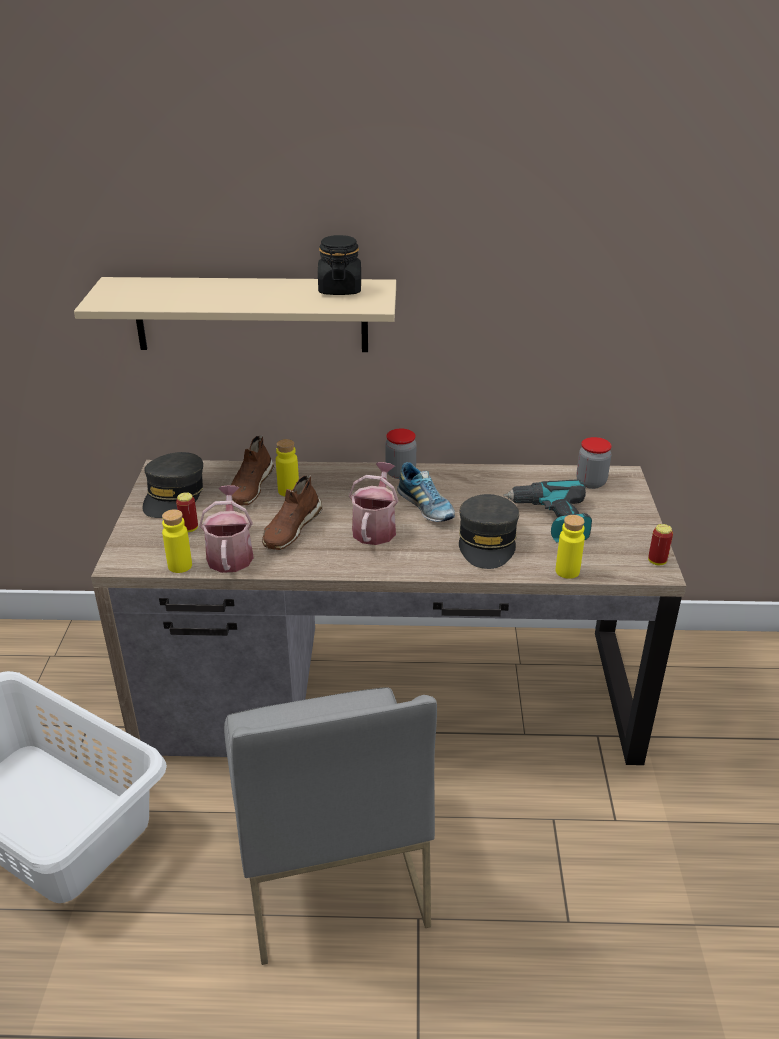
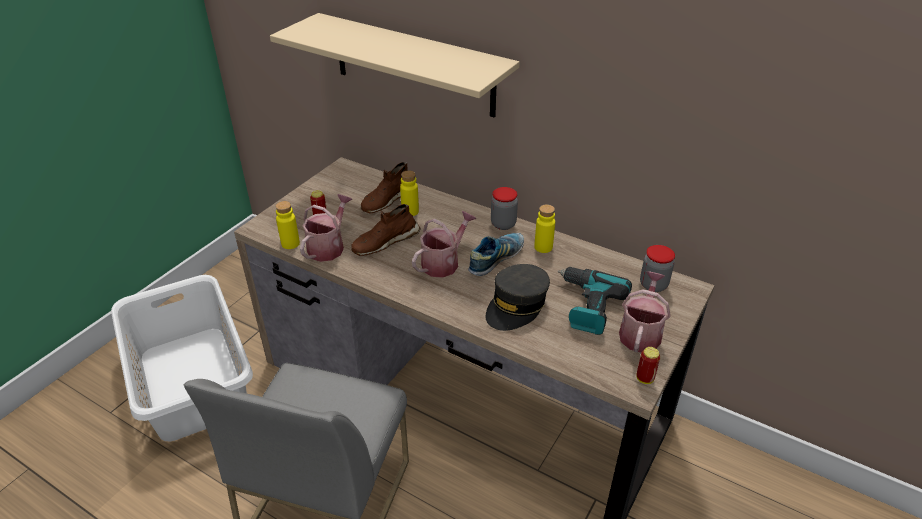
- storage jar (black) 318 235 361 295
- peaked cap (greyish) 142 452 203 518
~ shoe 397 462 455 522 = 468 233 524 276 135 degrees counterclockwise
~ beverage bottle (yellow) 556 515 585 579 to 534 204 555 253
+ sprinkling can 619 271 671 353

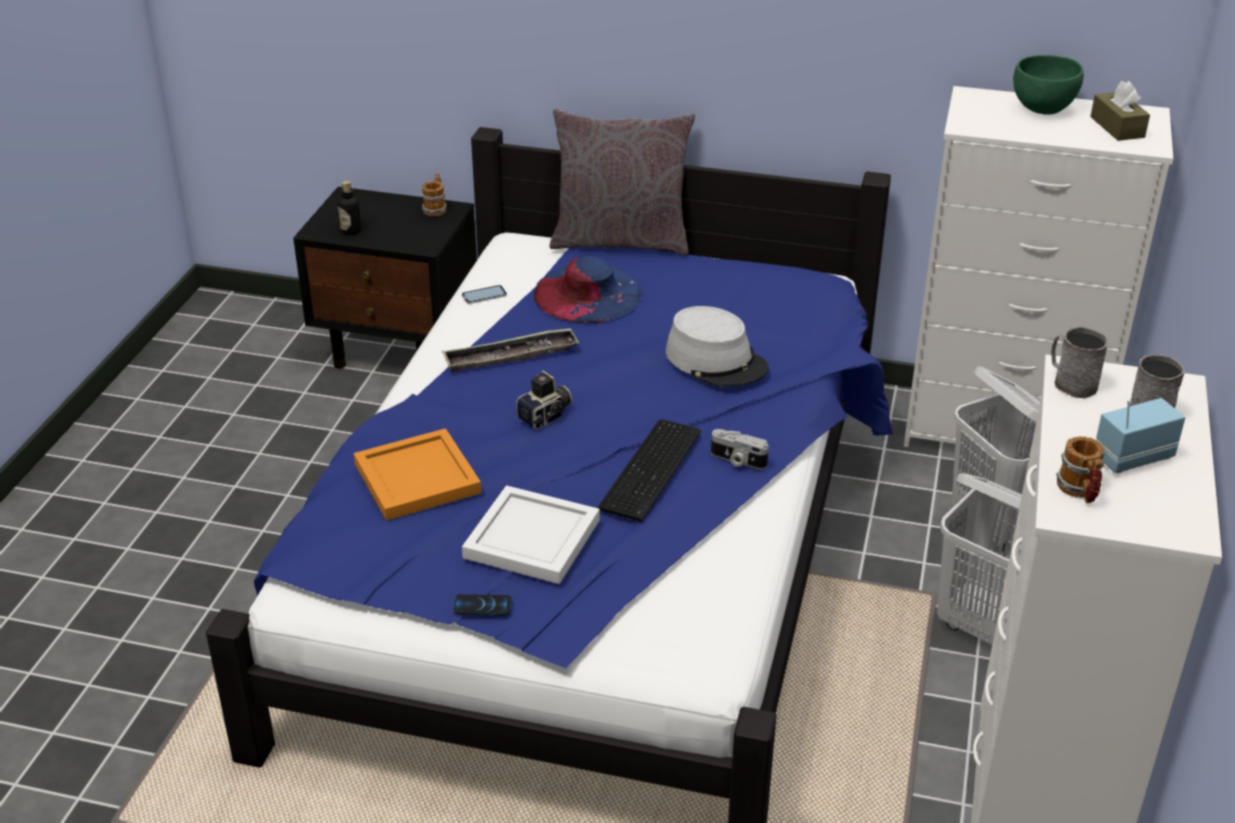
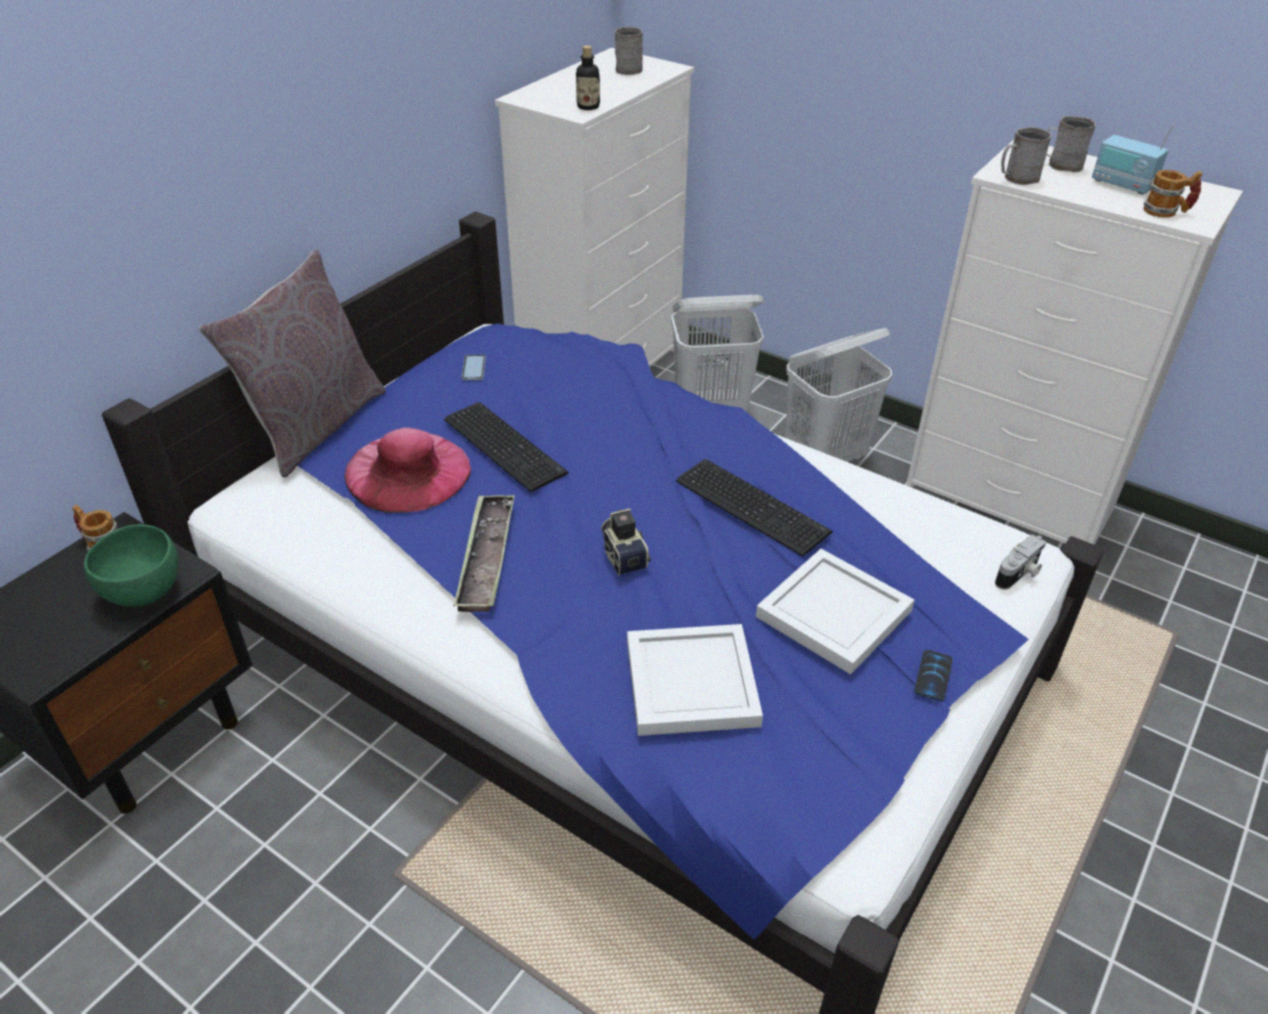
~ serving bowl (greenish) 1013 55 1084 115 to 84 524 178 607
~ tissue box (brown) 1090 81 1150 141 to mug (greyish) 615 27 643 75
~ beverage bottle 338 181 361 235 to 576 46 600 110
~ hat (blue-coloured) 534 256 641 323 to hat (pink-coloured) 344 428 471 513
~ telephone 462 285 507 304 to 462 355 486 380
- hat (greyish) 666 306 769 387
~ radio receiver 1096 398 1185 473 = 1092 124 1175 195 45 degrees counterclockwise
~ carrying tray (orange) 354 428 482 521 to carrying tray (white-coloured) 627 624 763 736
~ photo camera 711 429 769 469 to 995 535 1046 590
+ keyboard 444 402 569 492

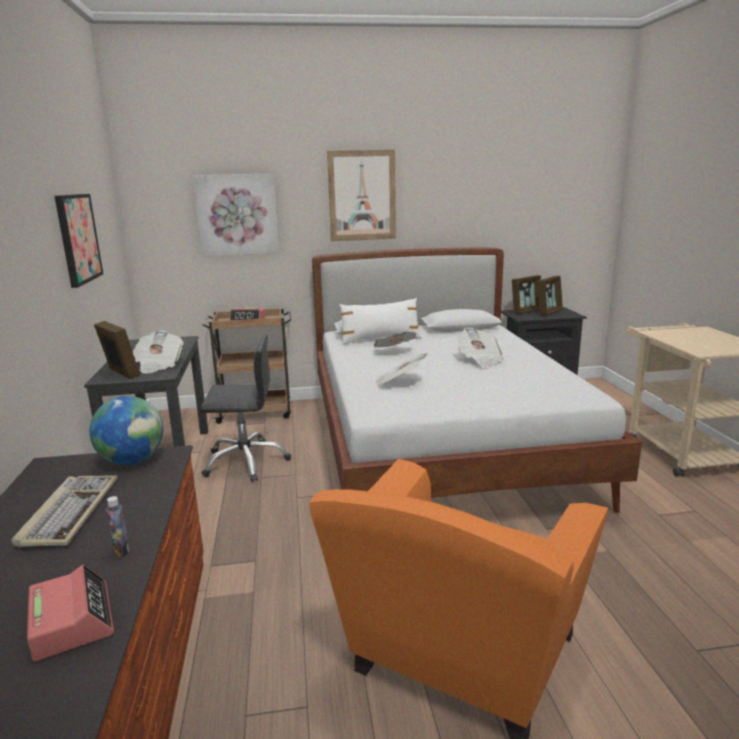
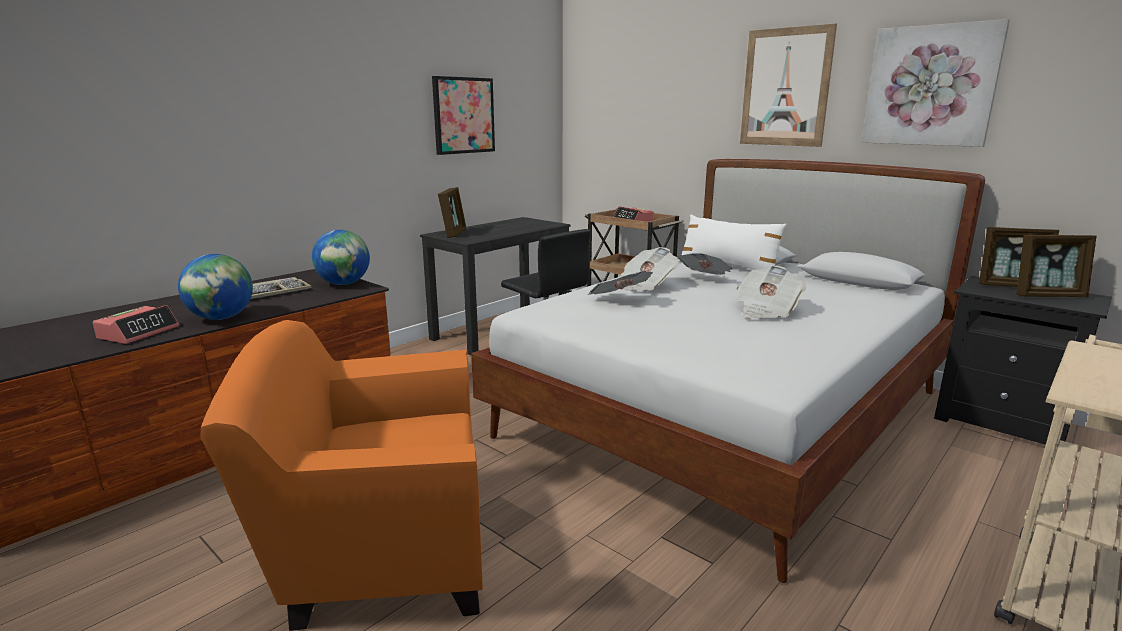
~ wall picture 193 173 279 256 to 861 19 1010 147
~ newspaper 132 331 184 374 to 620 247 679 291
~ beverage bottle 106 496 129 558 to world globe 178 254 253 320

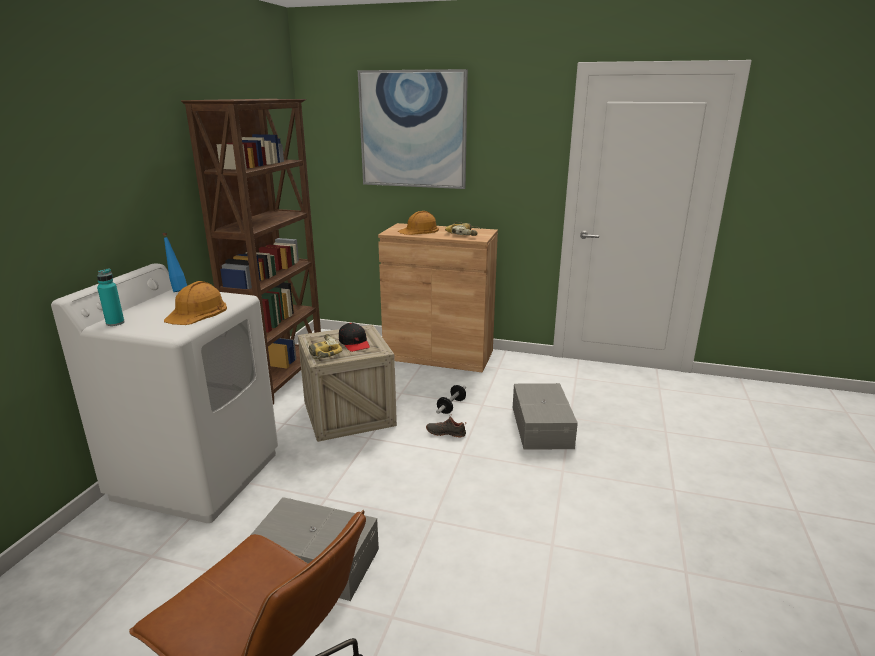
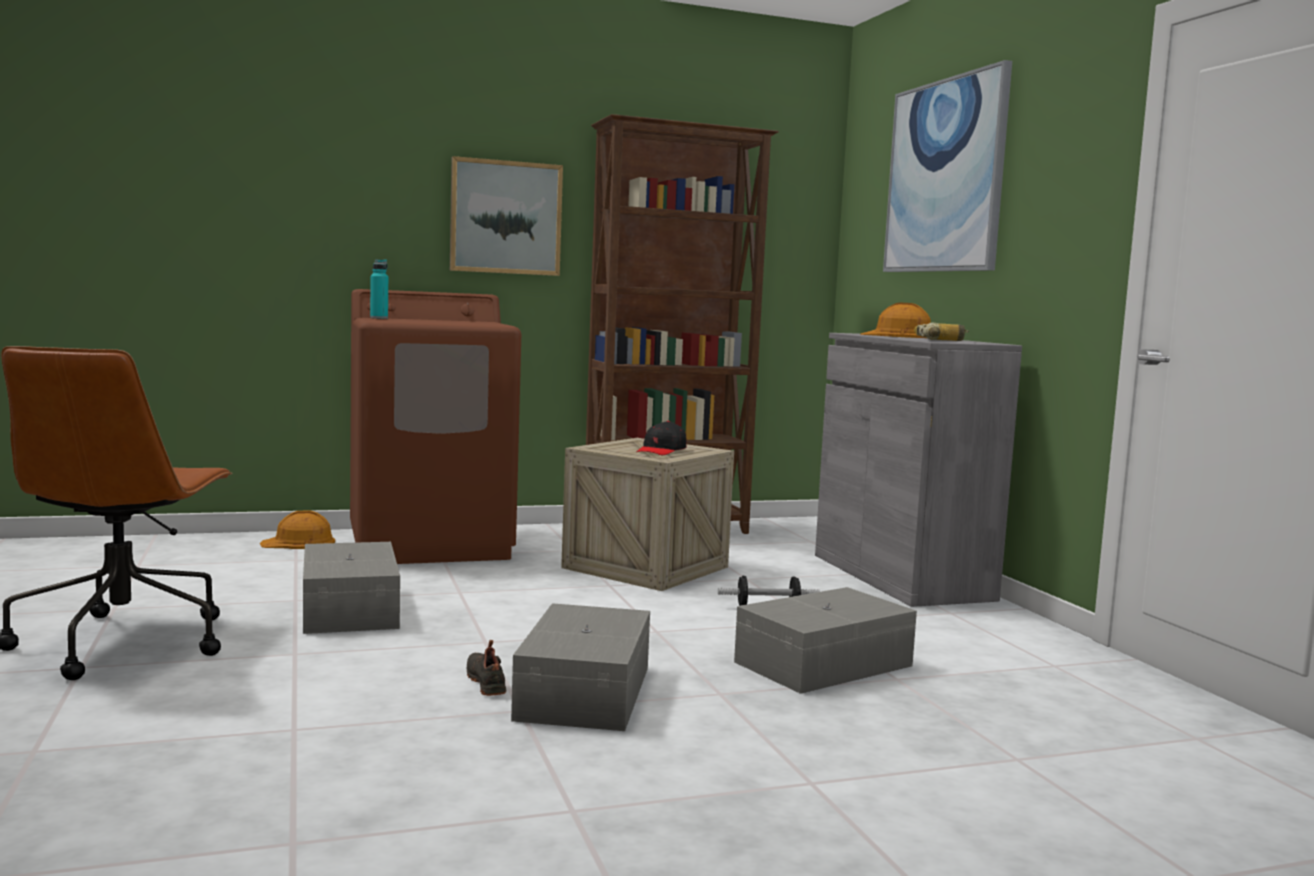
~ storage cabinet (brown) 378 223 498 373 to storage cabinet (greyish) 815 333 1022 607
- beverage bottle (blue-coloured) 162 233 187 292
~ laundry machine (white-coloured) 51 263 278 523 to laundry machine (brown) 350 289 521 564
~ work helmet (orange) 164 281 227 325 to 260 511 335 549
- drill 307 334 342 359
~ shoe (black) 426 414 466 438 to 467 640 506 696
+ wall picture 450 156 563 276
+ storage container (greyish) 511 603 650 731

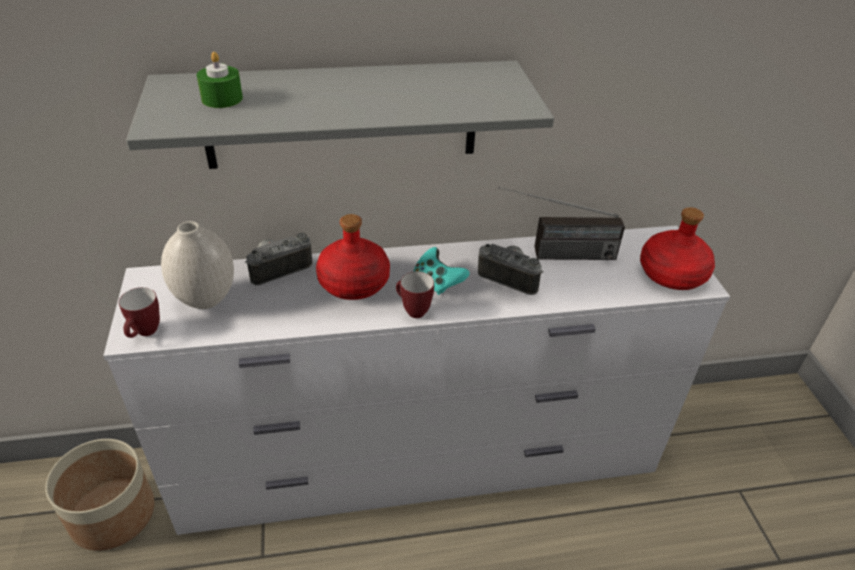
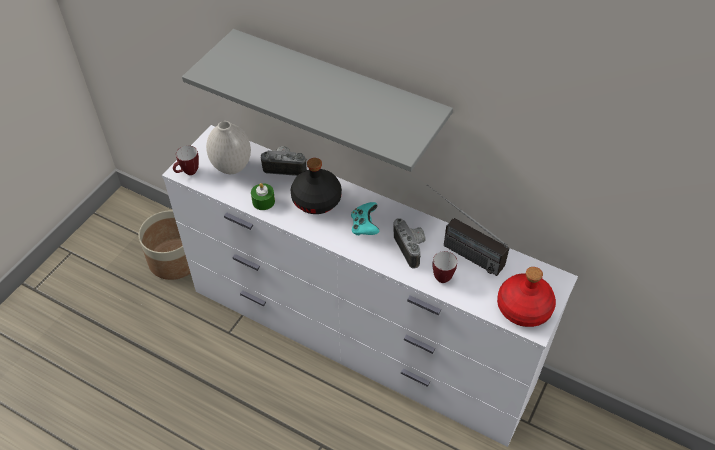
~ wax candle (greenish) 197 52 243 108 to 251 183 275 210
~ beverage bottle (red-coloured) 316 214 390 300 to beverage bottle (black) 291 158 342 214
~ mug 396 271 434 318 to 432 251 457 283

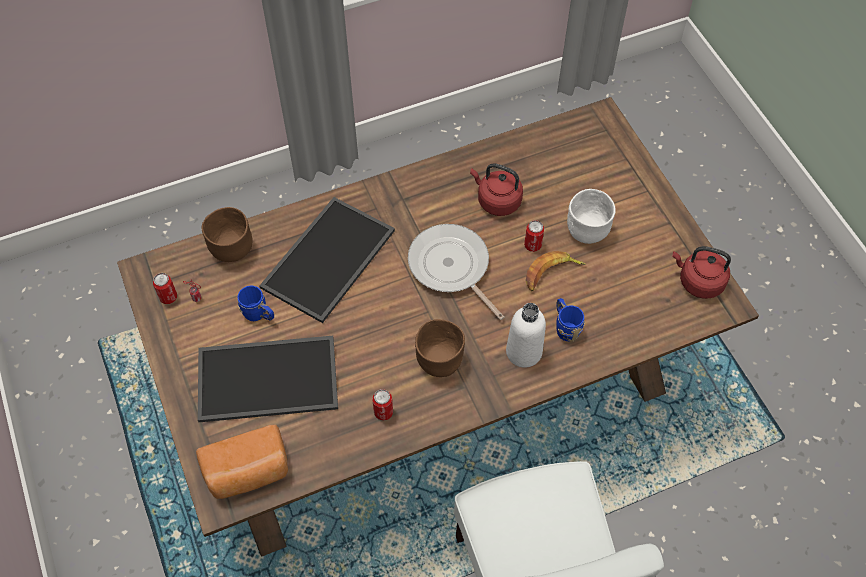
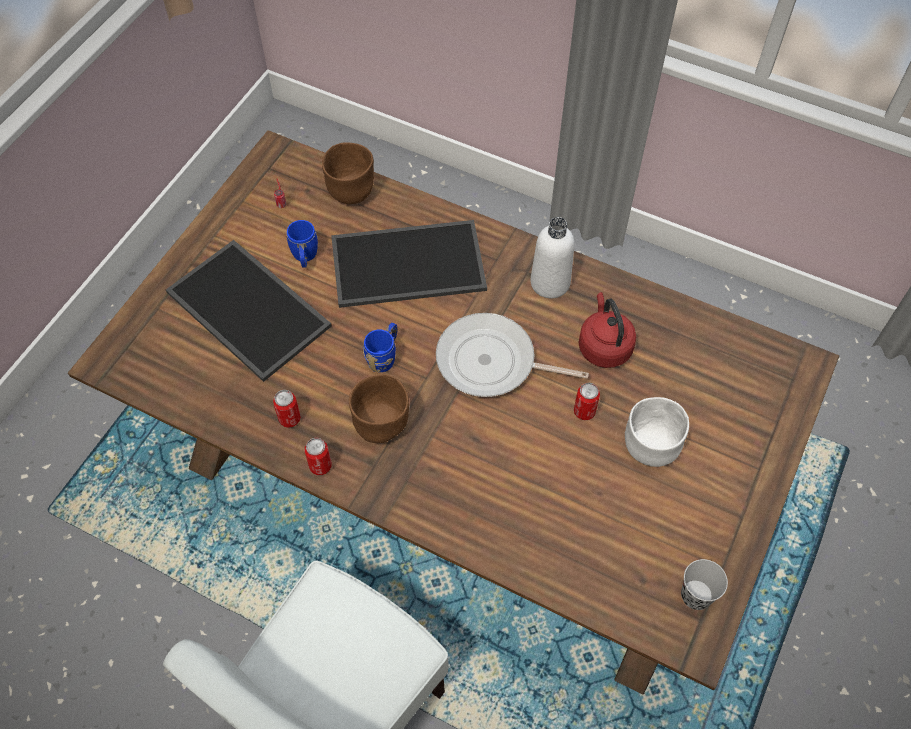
~ skillet 408 224 504 320 = 436 313 589 397 90 degrees counterclockwise
~ kettle (red-coloured) 673 246 731 299 to cup (black) 681 559 728 610
- banana fruit 526 251 586 291
~ can 153 273 177 304 to 305 438 332 475
~ mug (blue-coloured) 556 298 585 341 to 363 323 397 372
~ beverage bottle (white-coloured) 506 303 546 368 to 531 217 574 298
- bread 196 424 288 499

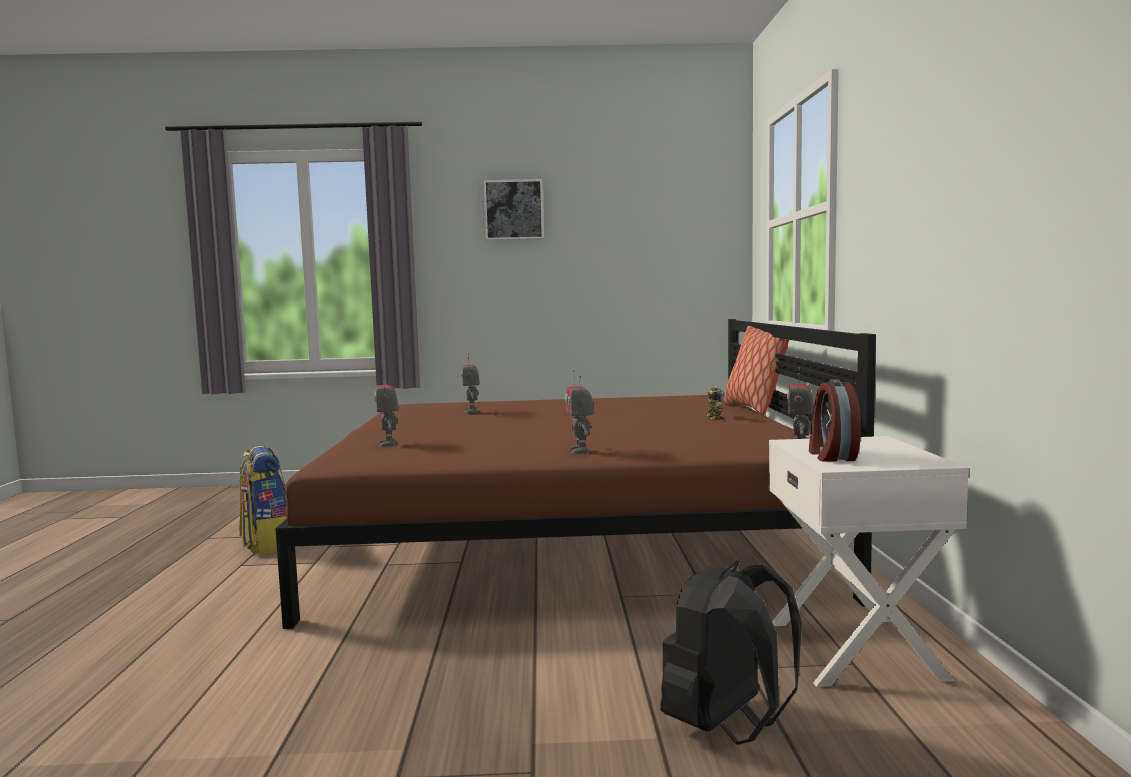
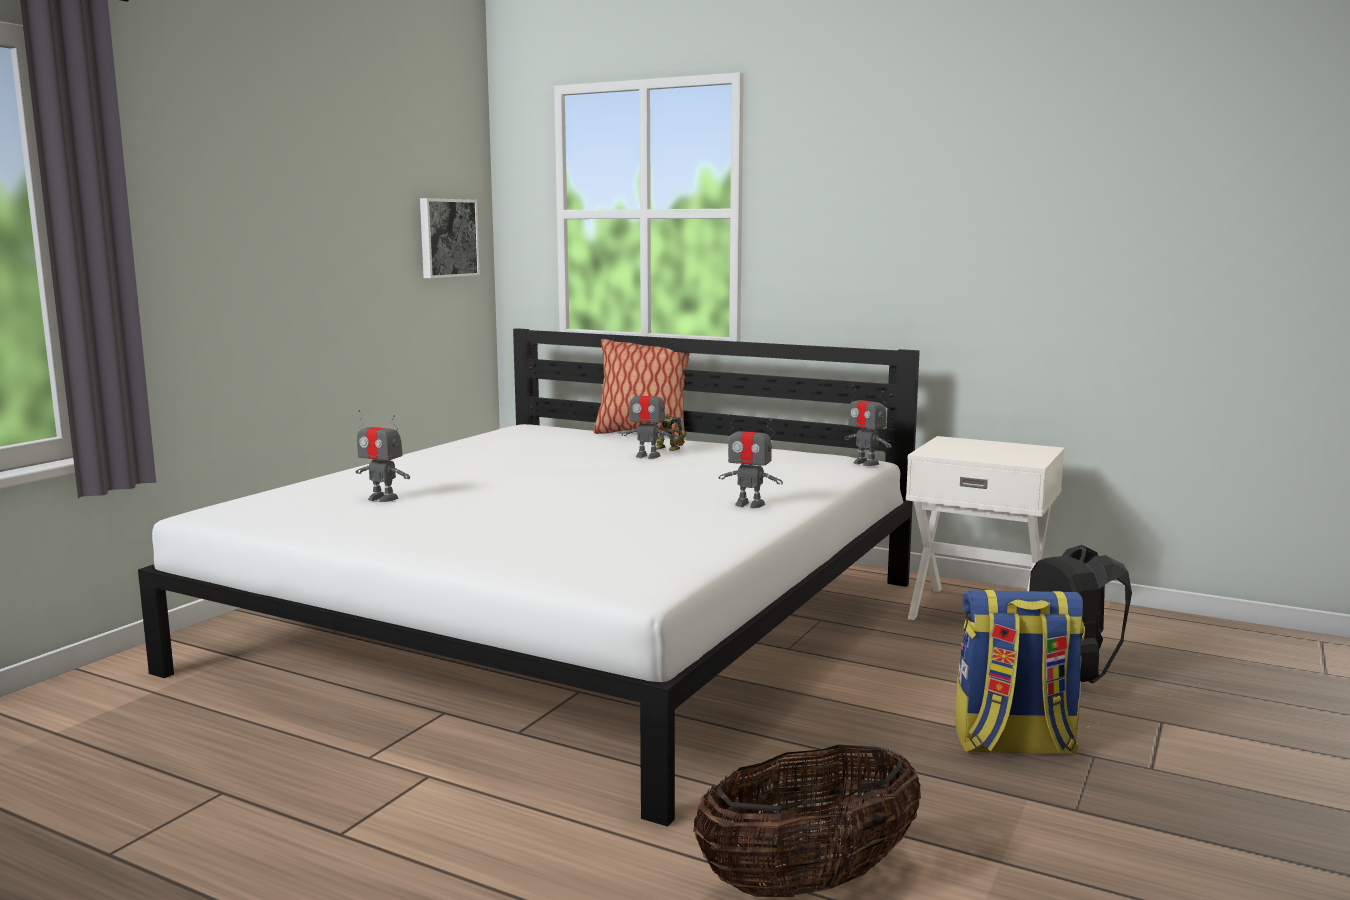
~ wall picture 484 179 544 240 to 420 198 480 278
~ bedroom bed (brown) 275 319 876 629 to bedroom bed (white-coloured) 138 328 920 827
~ robot figure 375 370 399 447 to 622 381 675 459
- alarm clock 809 379 861 462
~ backpack 239 445 287 555 to 956 590 1085 755
+ basket 693 744 921 897

